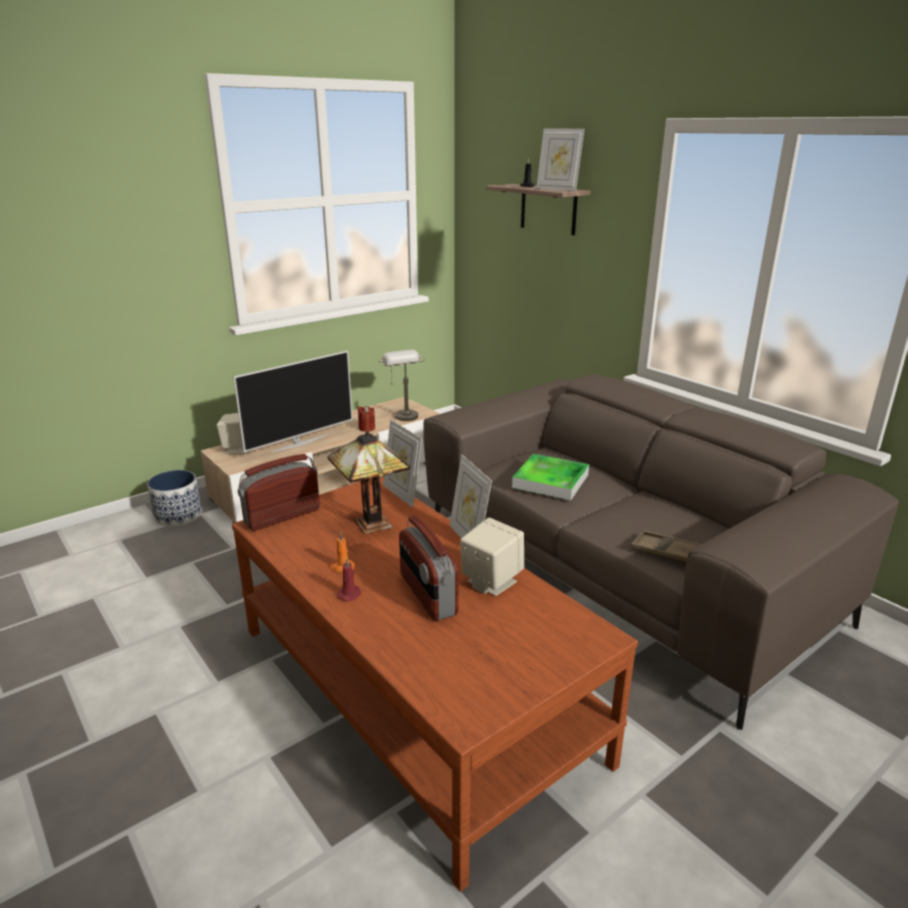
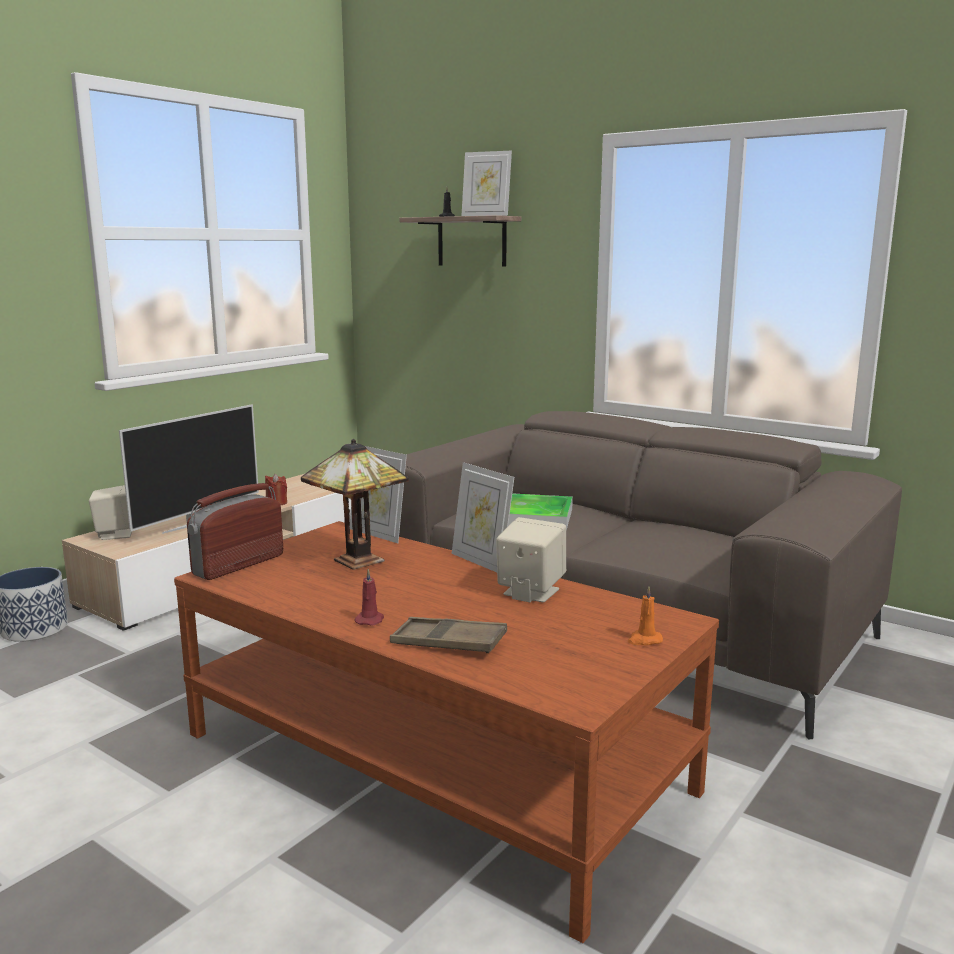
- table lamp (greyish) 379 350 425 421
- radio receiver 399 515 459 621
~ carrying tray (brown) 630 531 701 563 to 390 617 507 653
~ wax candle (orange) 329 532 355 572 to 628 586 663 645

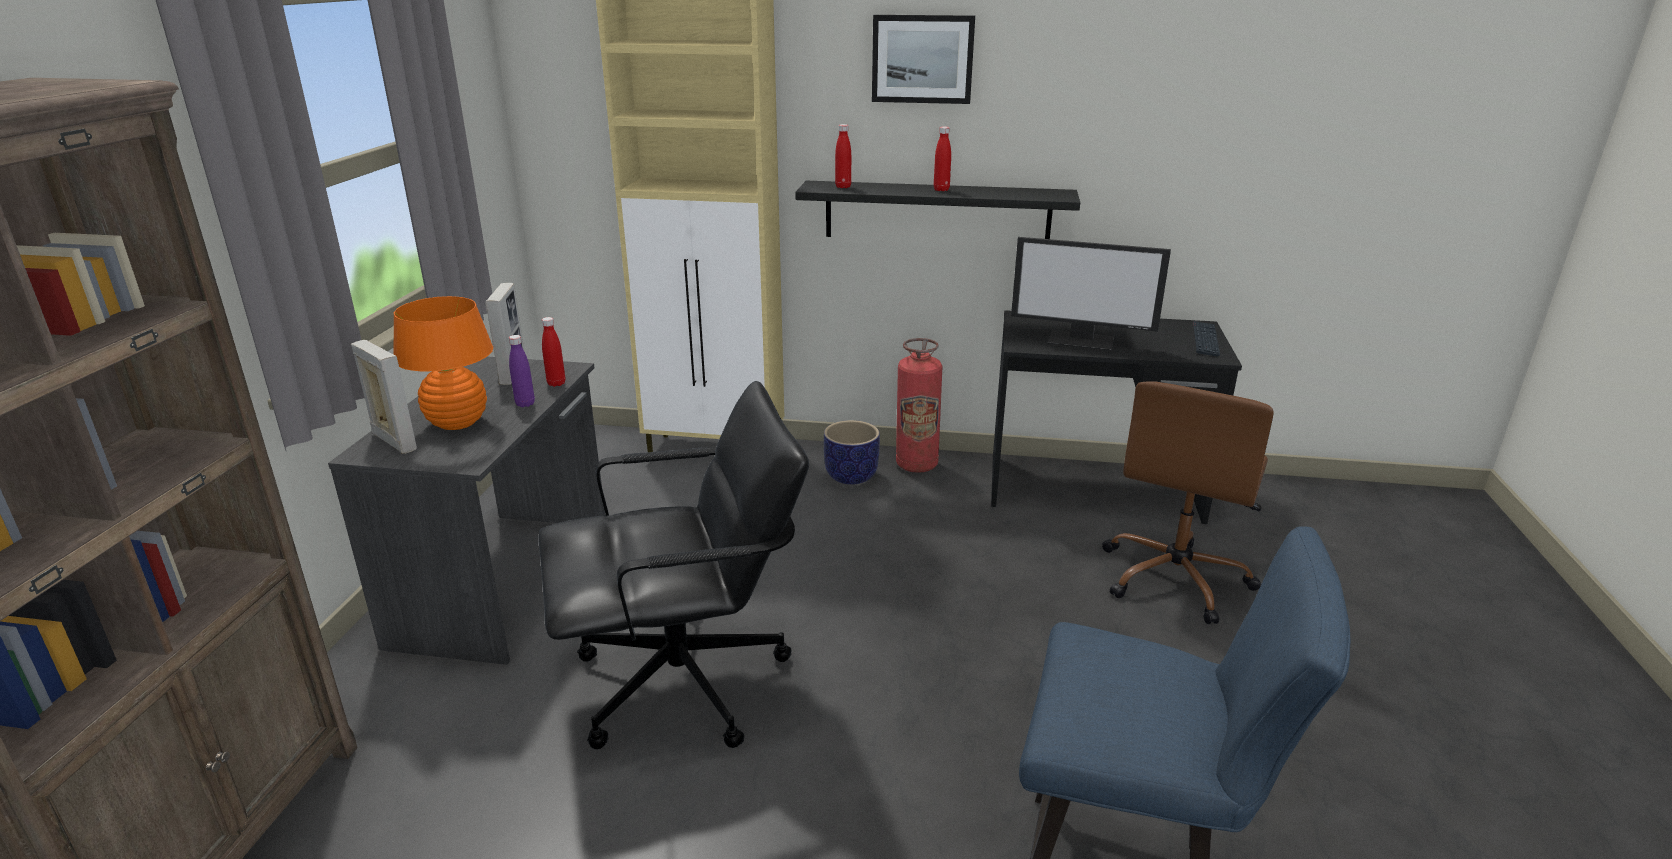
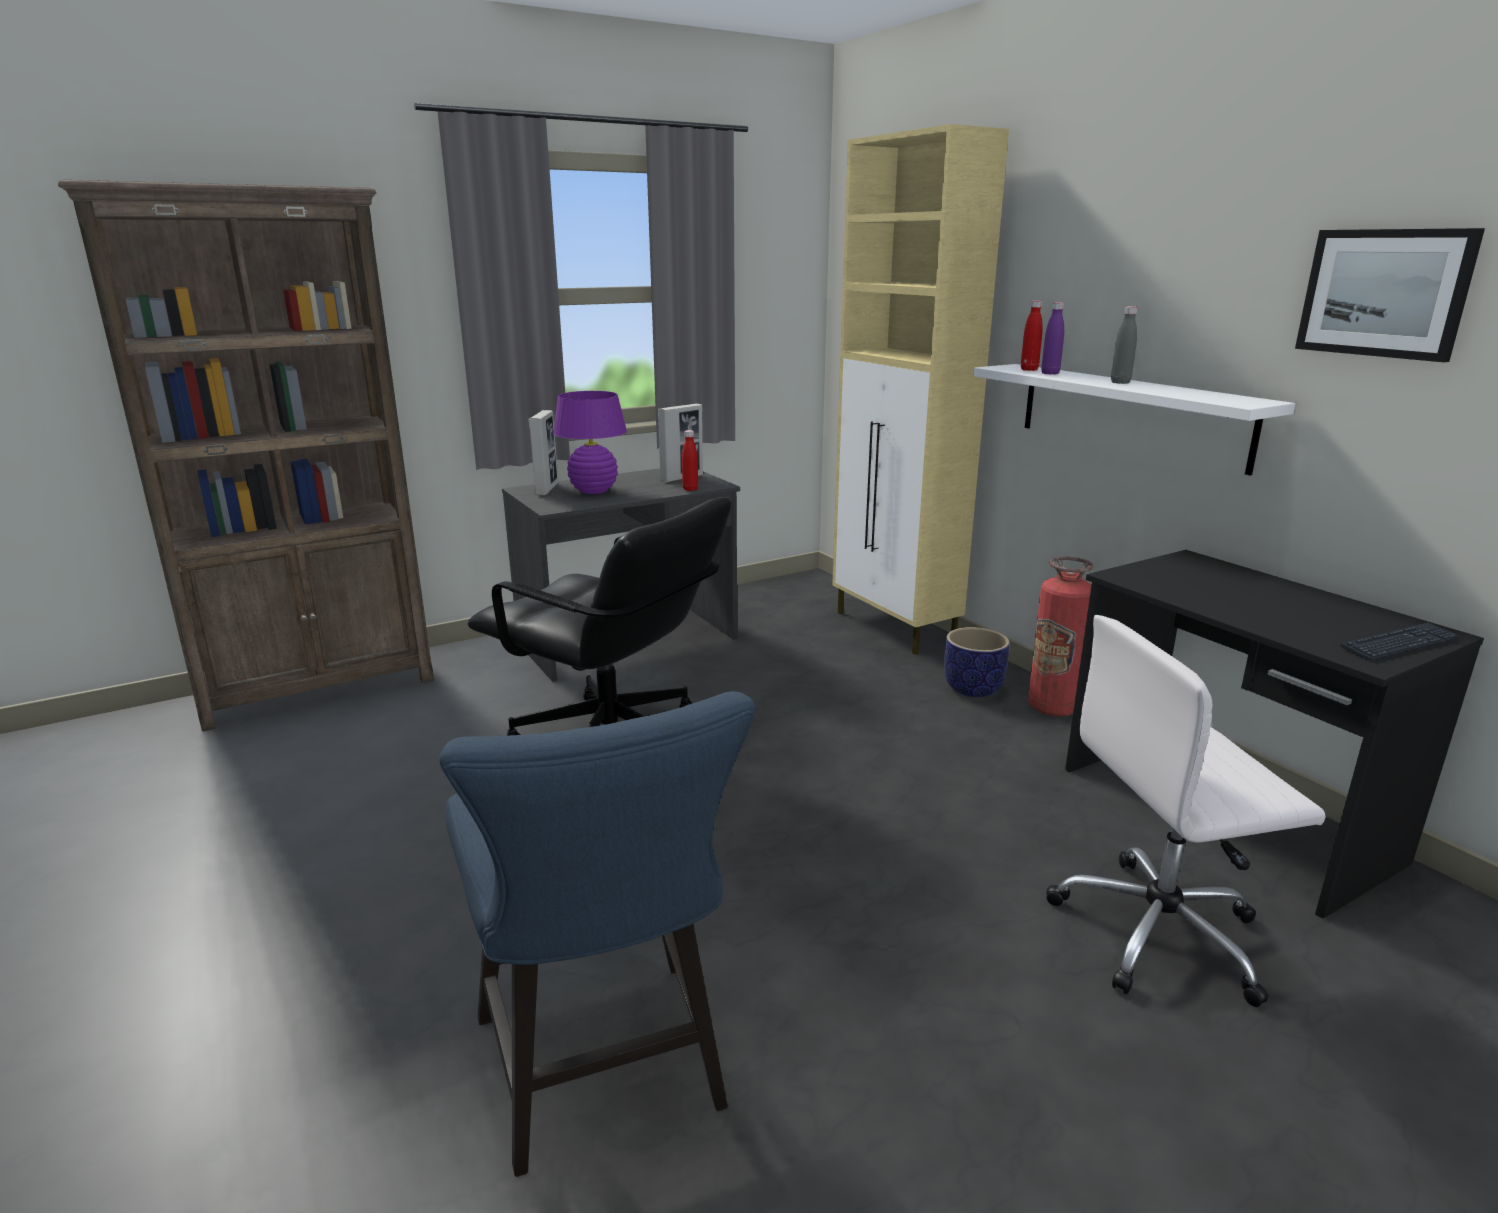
~ wall picture 872 15 975 104 to 1295 228 1485 362
~ beverage bottle (red-coloured) 934 126 951 191 to beverage bottle (greyish) 1111 306 1138 384
~ bracket shelf (black) 795 181 1080 239 to bracket shelf (white-coloured) 973 364 1295 476
- computer screen 1011 237 1171 351
~ table lamp (orange) 393 296 493 430 to table lamp (purple-coloured) 553 391 627 494
~ beverage bottle (purple-coloured) 509 335 535 407 to 1041 302 1064 375
~ computer chair (brown) 1102 382 1274 624 to computer chair (white-coloured) 1046 615 1325 1007

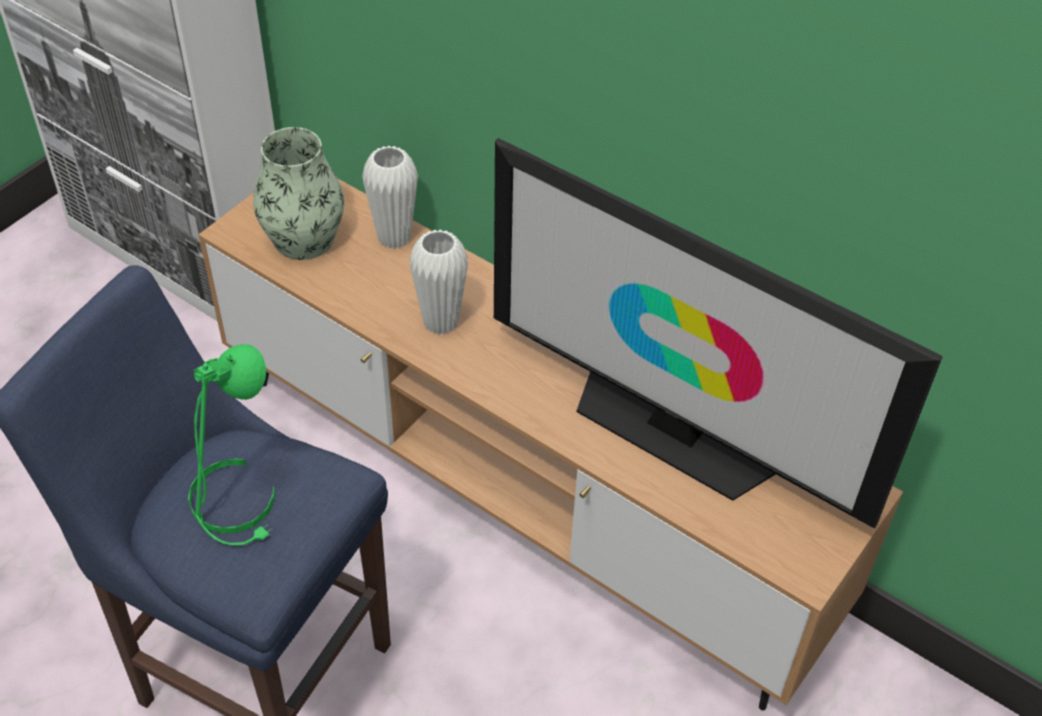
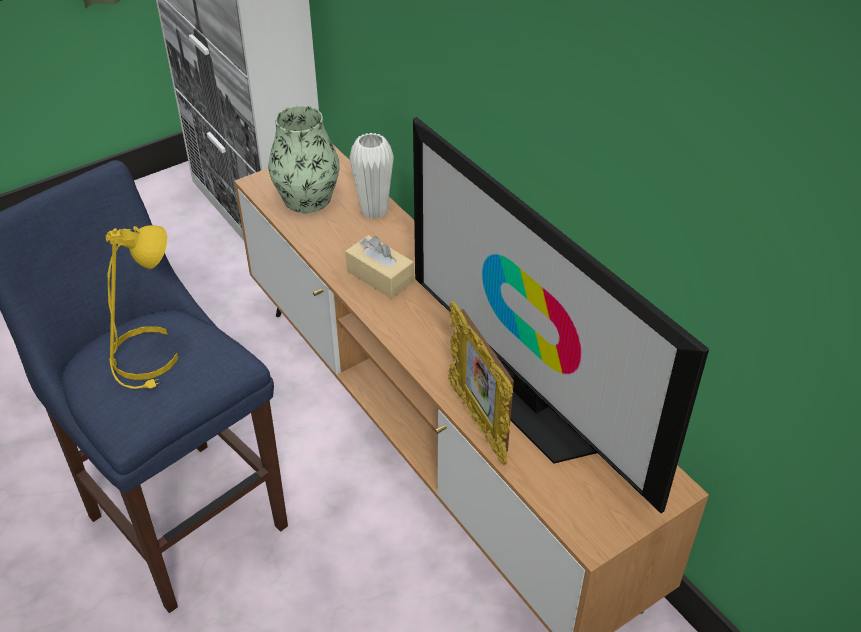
~ flower vase (white-coloured) 410 229 468 335 to tissue box (sand-coloured) 345 235 414 299
~ table lamp (greenish) 188 344 275 546 to table lamp (yellow) 106 225 178 389
+ photo frame 448 301 514 465

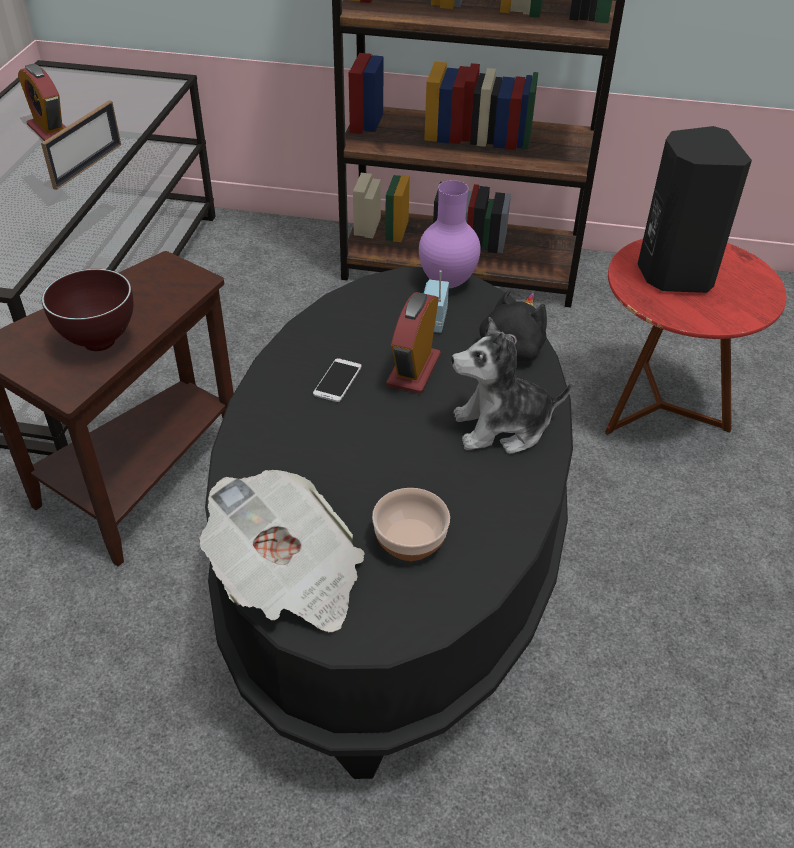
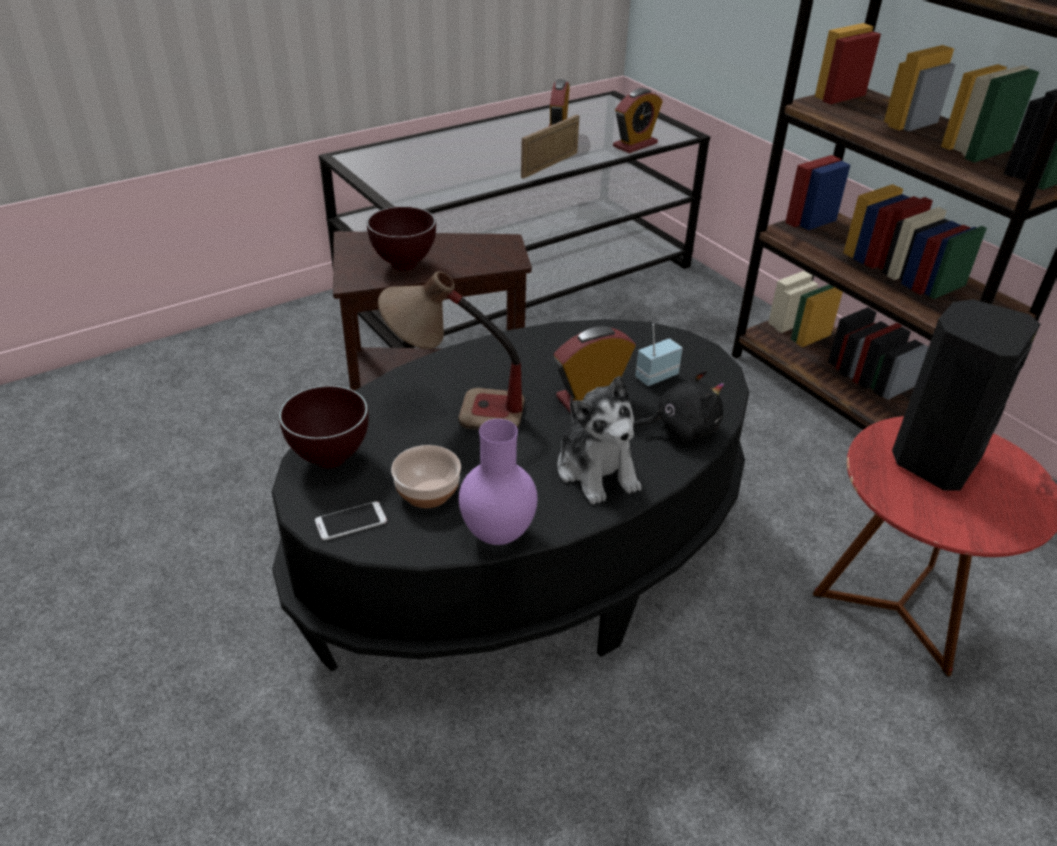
~ photo frame 41 100 121 190 = 521 115 579 179 150 degrees clockwise
~ flower vase (purple-coloured) 419 180 481 288 to 459 419 538 545
~ soft toy 452 317 572 454 = 557 376 642 505 150 degrees counterclockwise
~ telephone 313 358 362 402 to 315 501 387 541
~ newspaper 199 470 365 632 to serving bowl (brown) 279 385 369 468
+ alarm clock 613 88 663 153
+ table lamp 378 271 525 430

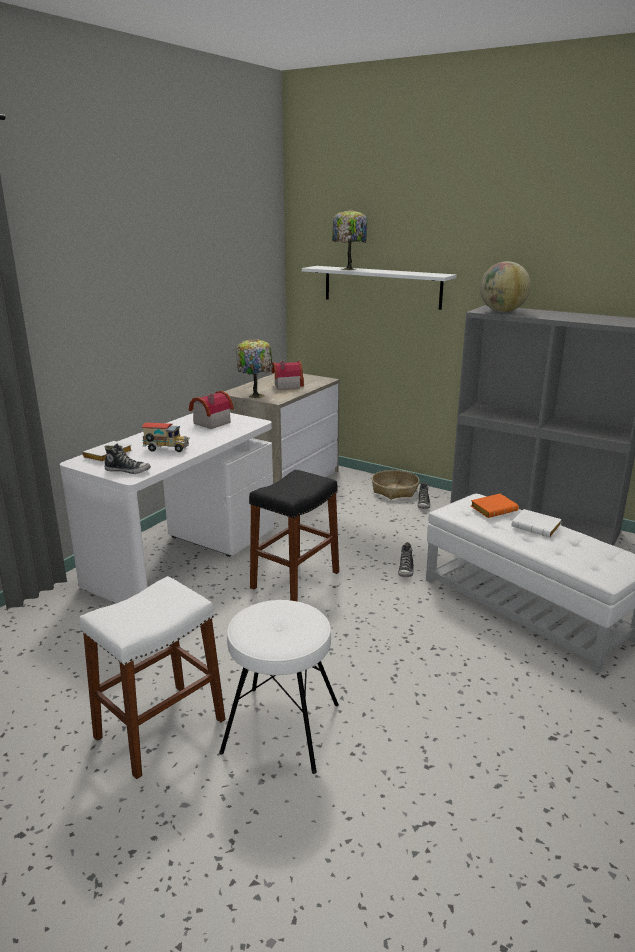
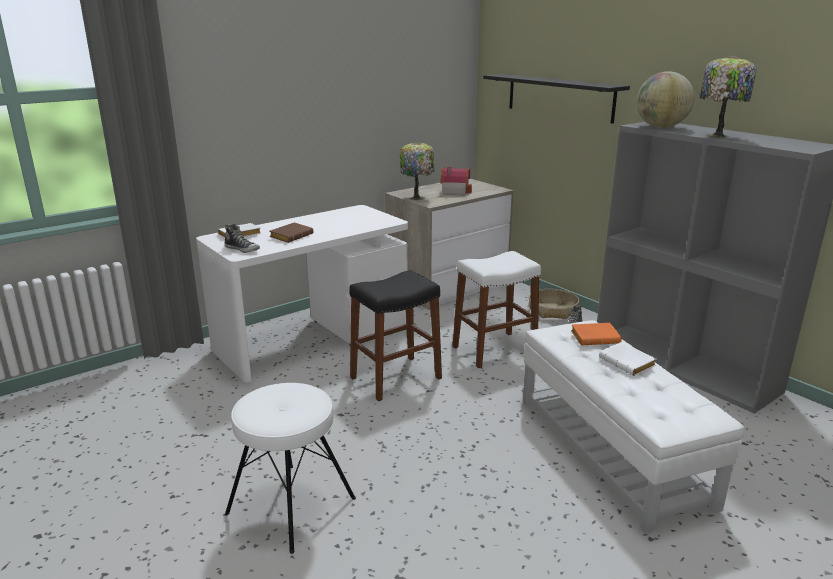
~ table lamp 332 209 368 270 to 699 55 757 138
~ bracket shelf (white-coloured) 302 266 457 310 to bracket shelf (black) 483 74 630 124
- toy house 189 391 234 429
~ model truck 142 423 190 452 to book (brown) 270 223 313 243
- shoe 398 542 414 578
~ stool (white-coloured) 79 576 225 779 to 453 251 541 368

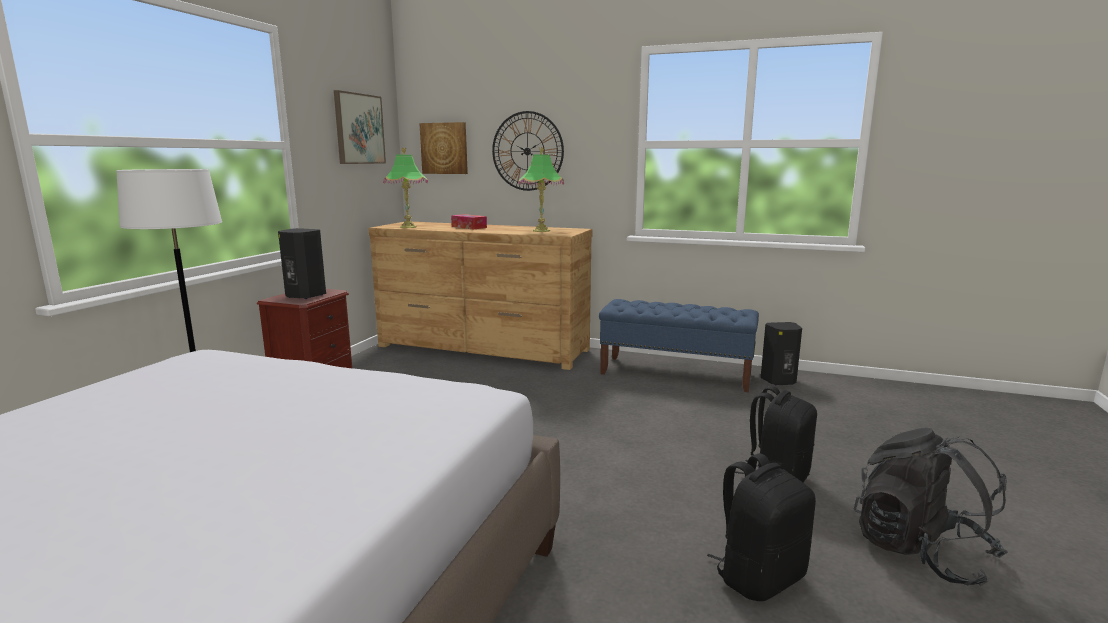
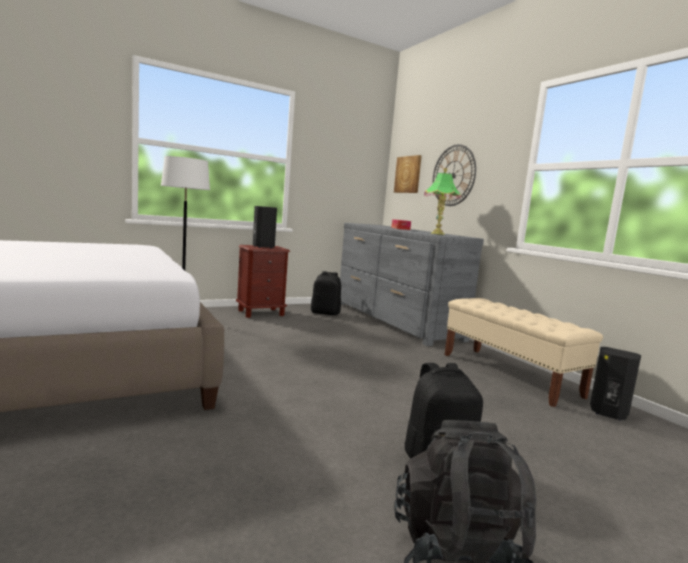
- wall picture 334 90 386 164
- table lamp 383 148 428 228
~ drawer chest (brown) 369 222 592 370 to drawer chest (greyish) 340 223 484 346
~ bench (blue-coloured) 599 299 759 392 to bench (sand-coloured) 444 298 603 407
~ backpack (black) 707 453 816 601 to 311 271 341 315

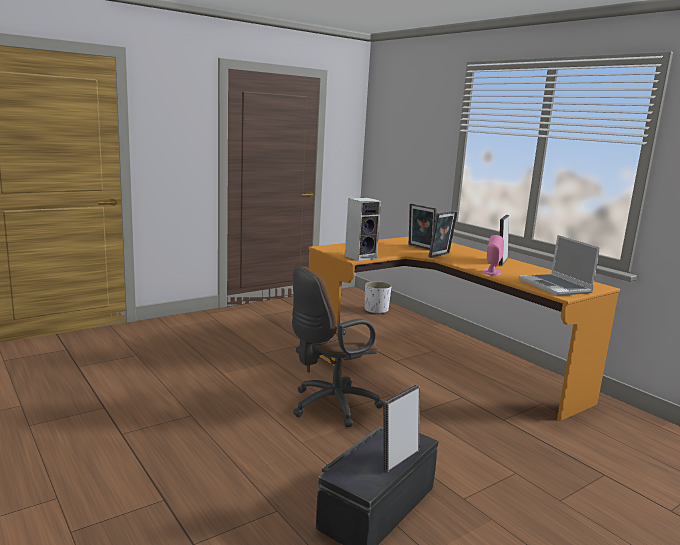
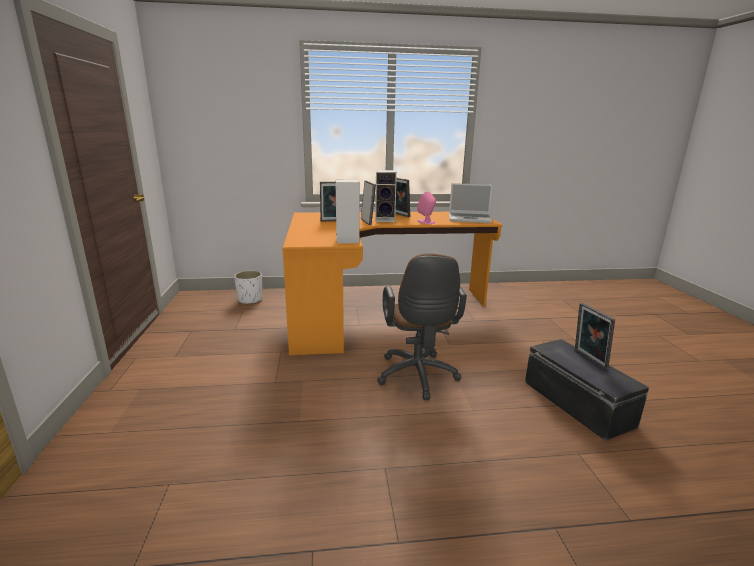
+ loudspeaker 375 170 397 222

